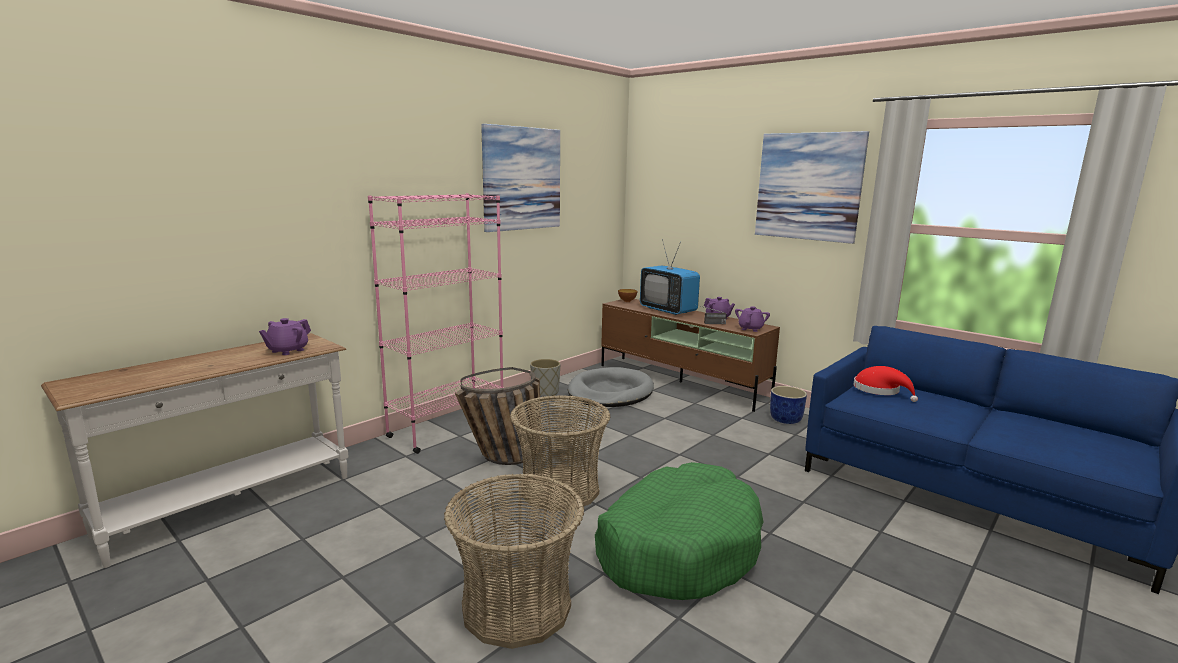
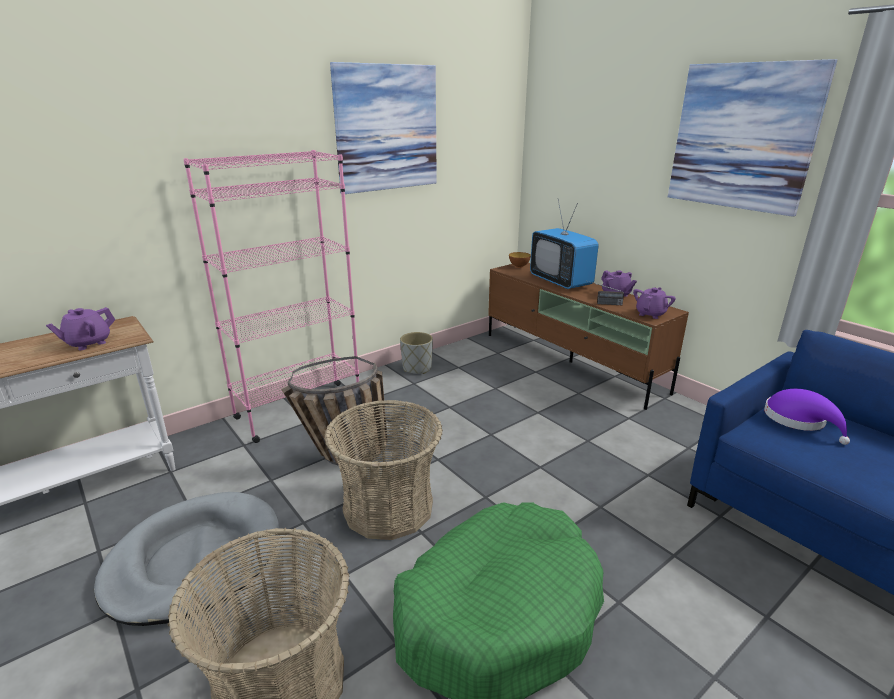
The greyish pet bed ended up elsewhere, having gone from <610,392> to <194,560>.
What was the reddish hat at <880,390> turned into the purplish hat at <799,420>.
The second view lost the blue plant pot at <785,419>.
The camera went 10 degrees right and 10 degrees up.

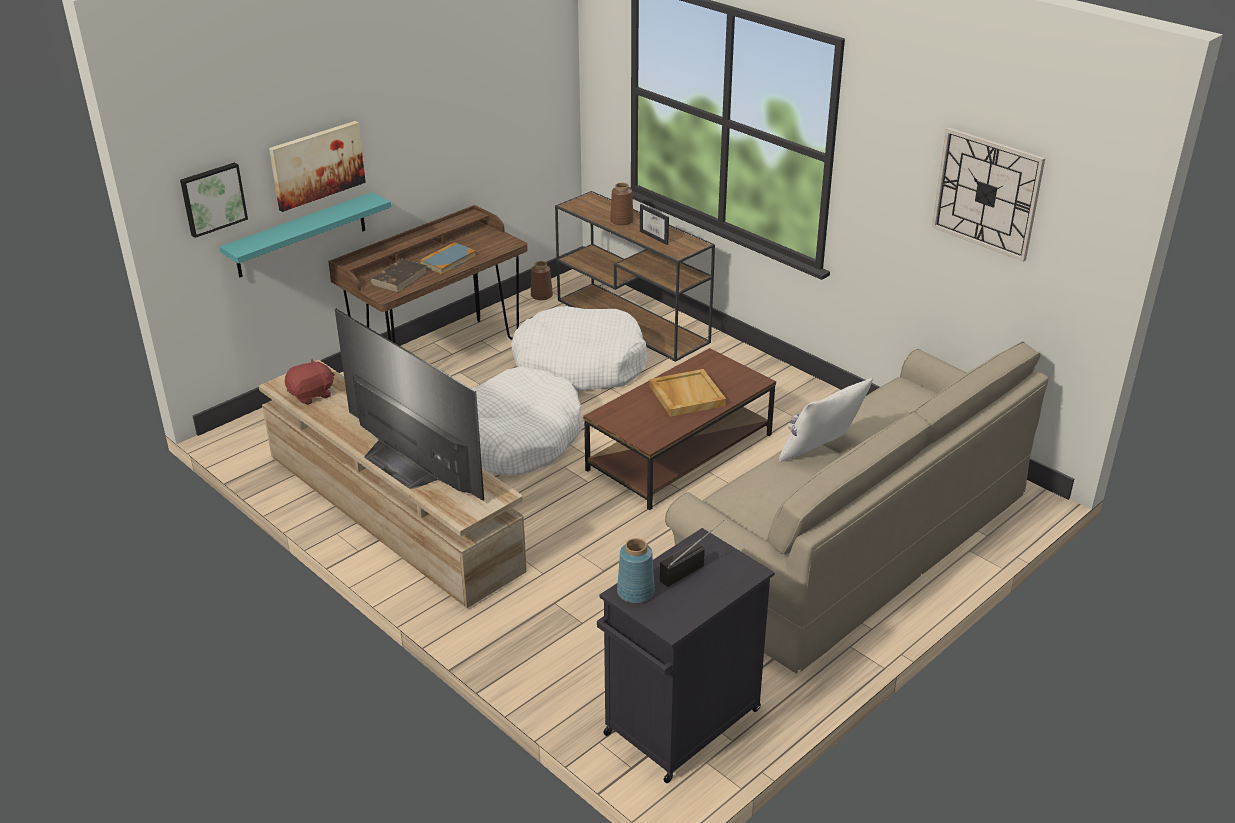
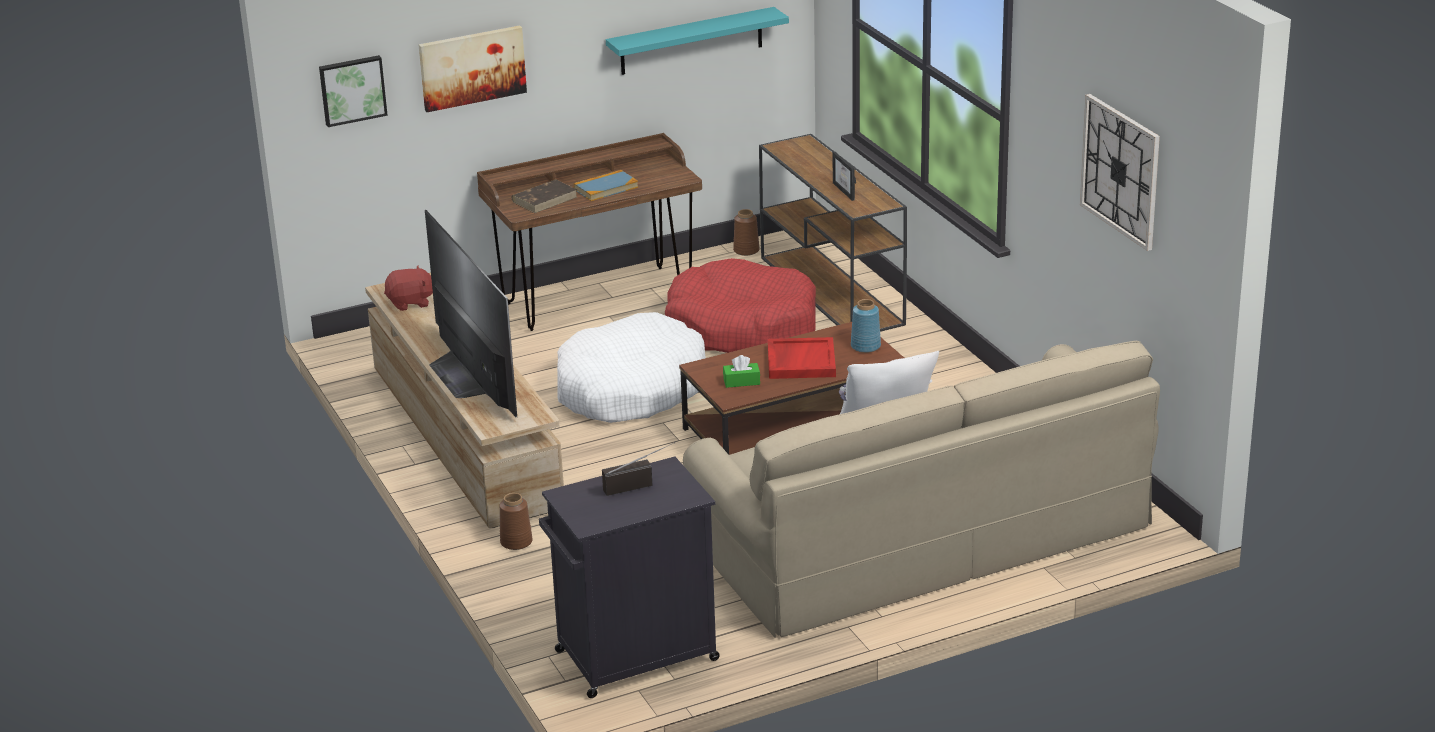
The brown flower vase ended up elsewhere, having gone from <621,221> to <515,542>.
The blue-green shelf ended up elsewhere, having gone from <301,235> to <691,41>.
What was the white pet bed at <579,365> turned into the reddish pet bed at <742,327>.
The second view gained the greenish tissue box at <741,381>.
What was the sand-coloured serving tray at <686,395> turned into the reddish serving tray at <800,361>.
The blue flower vase ended up elsewhere, having gone from <636,592> to <865,346>.
The camera went 20 degrees right and 5 degrees down.

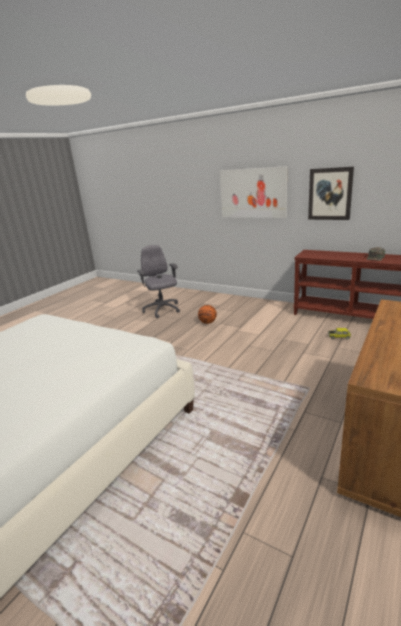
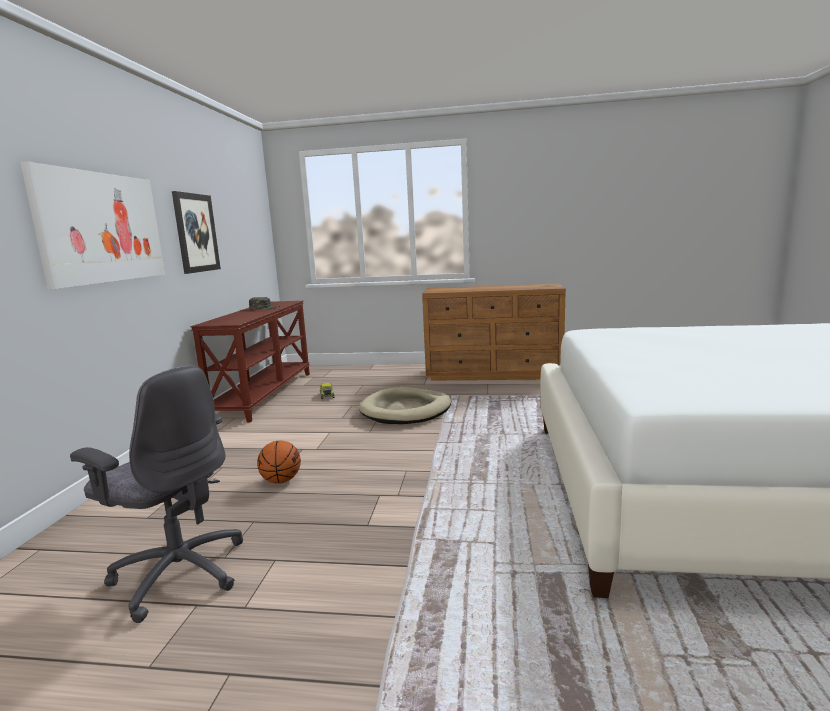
The greyish desk chair at <162,310> ended up facing another way, 105 degrees counterclockwise from before.
The second view gained the sand-coloured pet bed at <406,410>.
The camera went 115 degrees left and 10 degrees down.

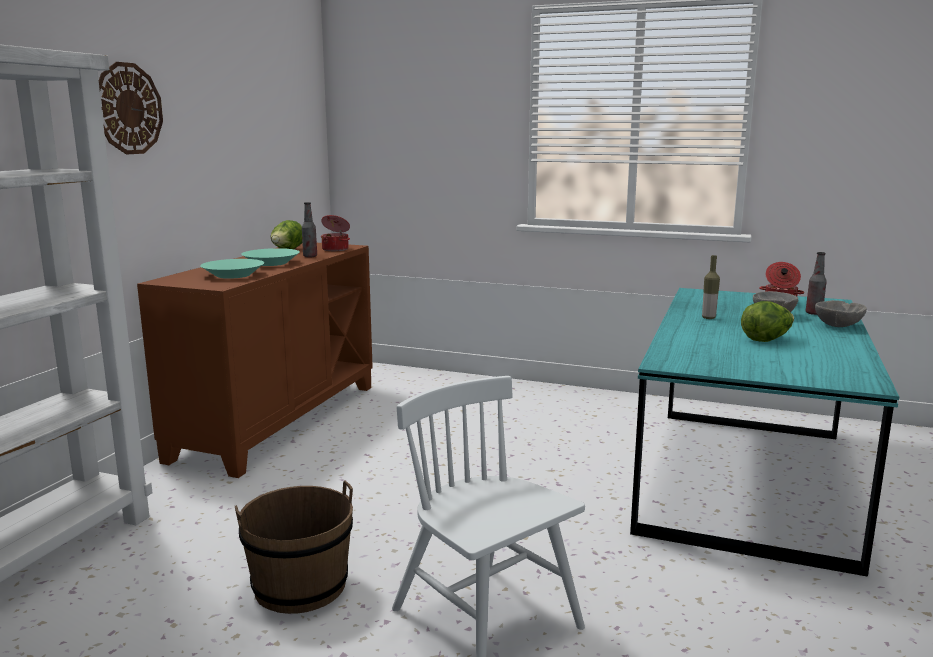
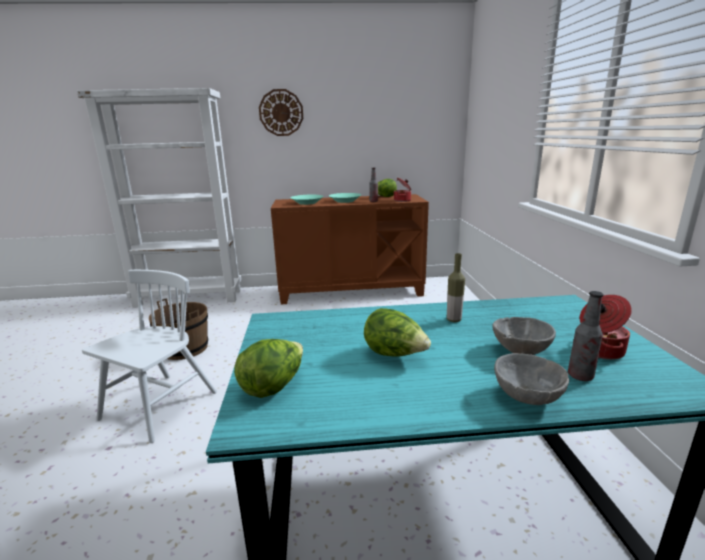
The second view gained the lettuce at <273,386>.
The camera went 65 degrees right and 5 degrees up.

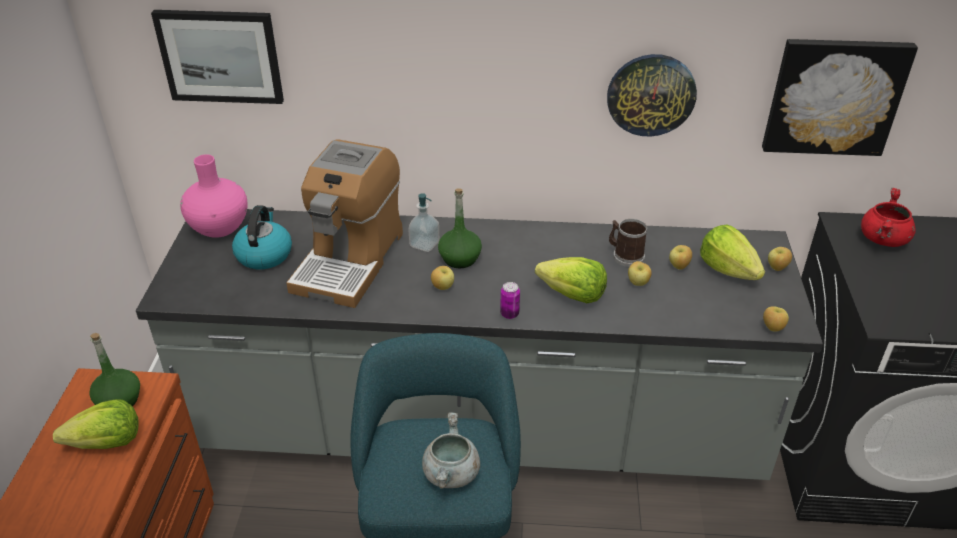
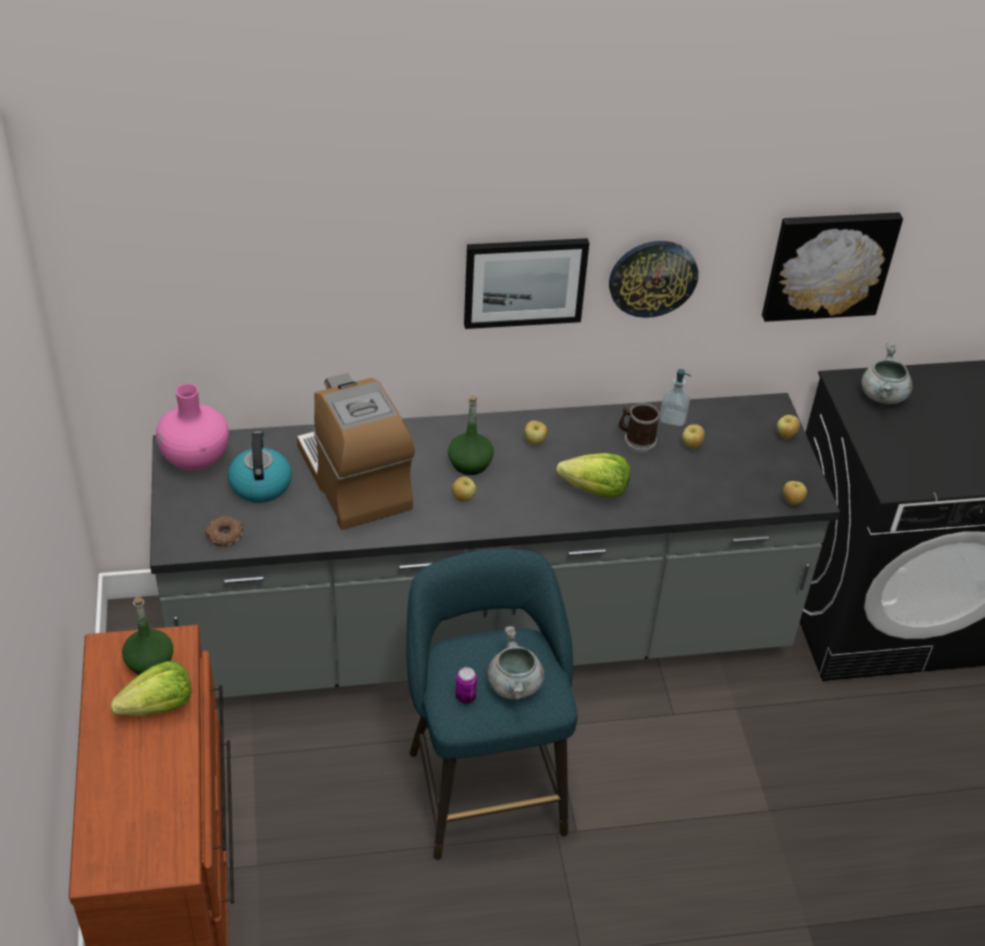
The second view gained the ring doughnut at <224,536>.
The coffee maker at <349,260> ended up facing another way, 150 degrees clockwise from before.
The metal can ended up elsewhere, having gone from <509,314> to <465,697>.
The wall picture ended up elsewhere, having gone from <220,56> to <524,281>.
The whole apple ended up elsewhere, having gone from <638,283> to <535,441>.
The soap dispenser ended up elsewhere, having gone from <424,244> to <672,418>.
What was the reddish saucepot at <883,239> turned into the greyish saucepot at <883,396>.
The second view lost the lettuce at <728,269>.
The camera went 15 degrees left and 5 degrees up.

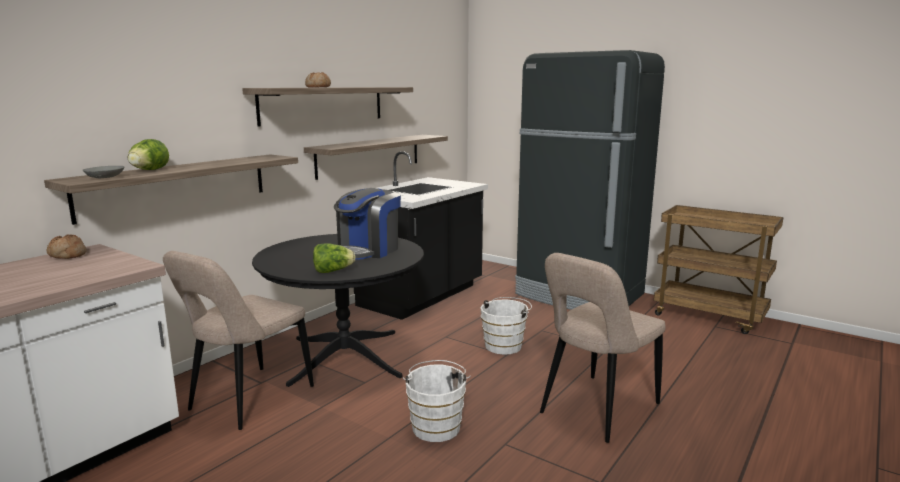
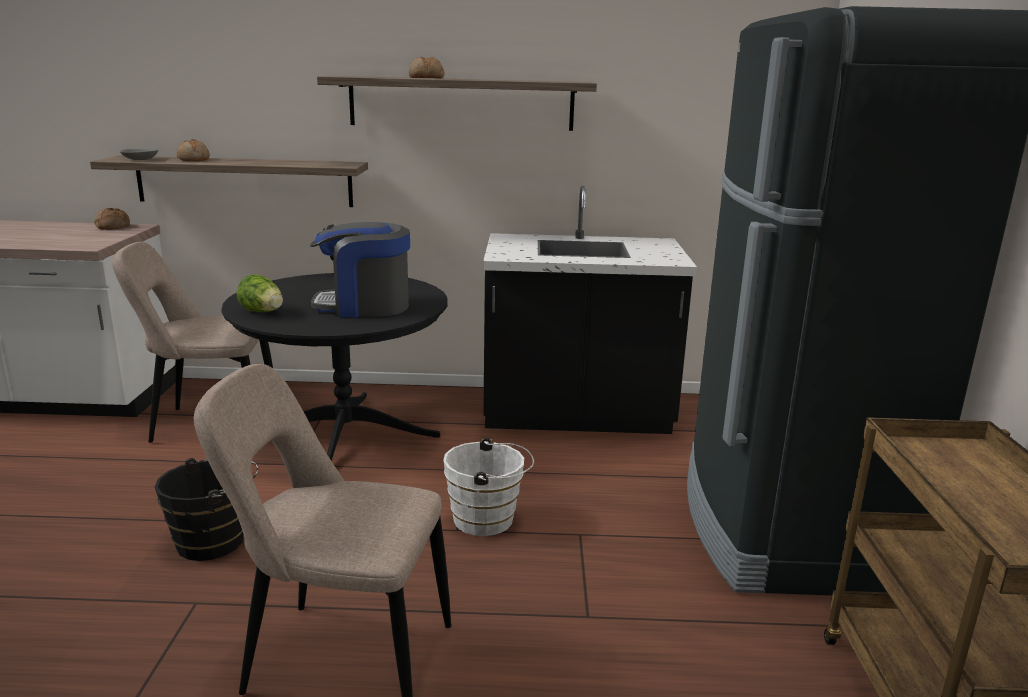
What was the white bucket at <436,425> turned into the black bucket at <216,540>.
Where the lettuce stood at <149,170>, the baked bread came to stand at <194,159>.
The second view lost the shelf at <370,155>.
The camera went 55 degrees right and 5 degrees up.

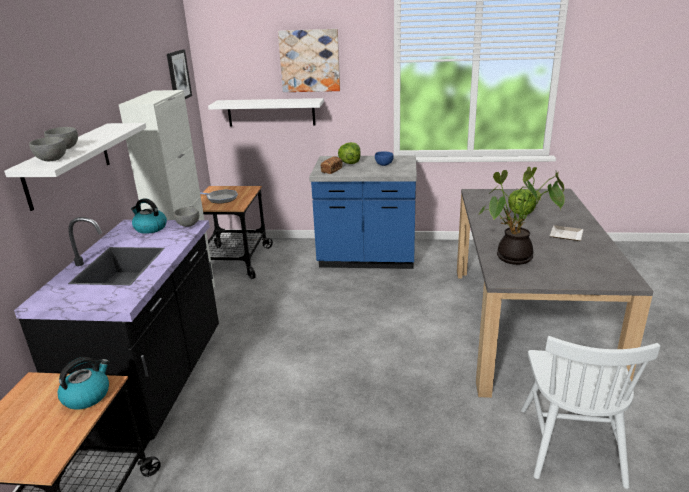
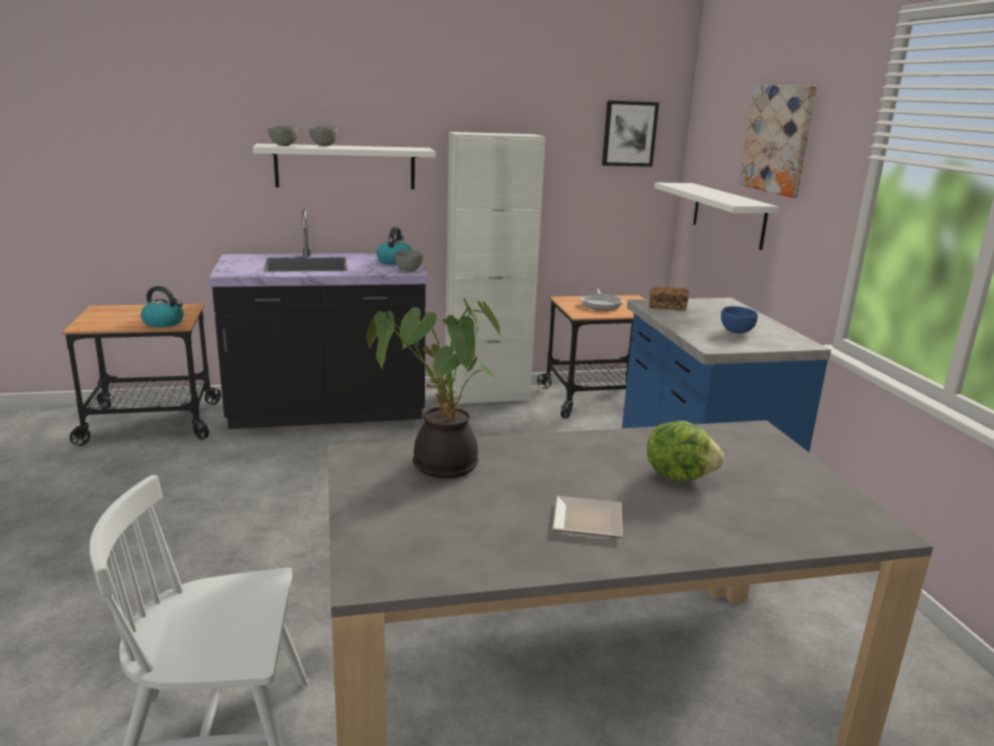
The second view lost the lettuce at <350,163>.
The camera went 70 degrees right and 5 degrees down.

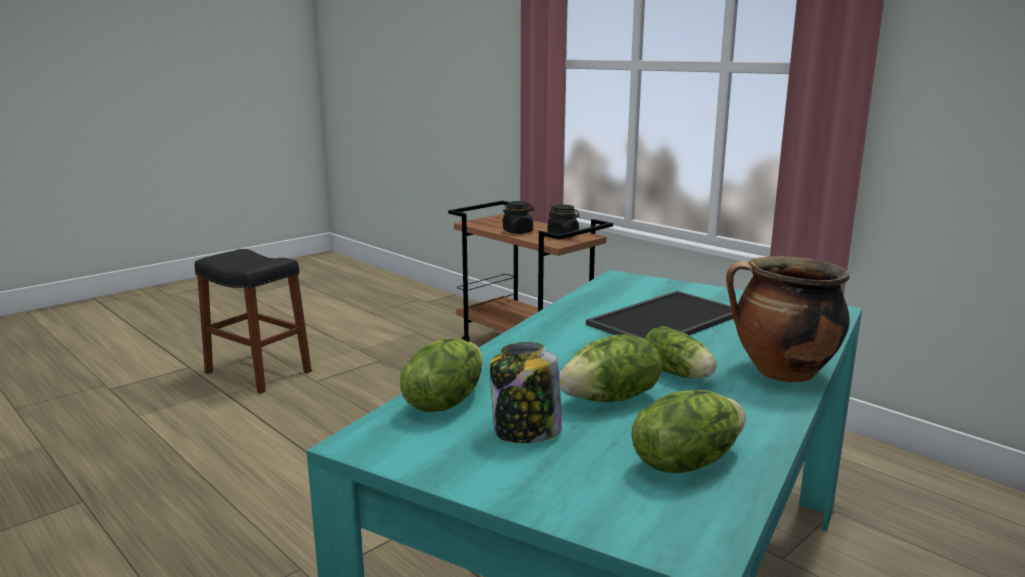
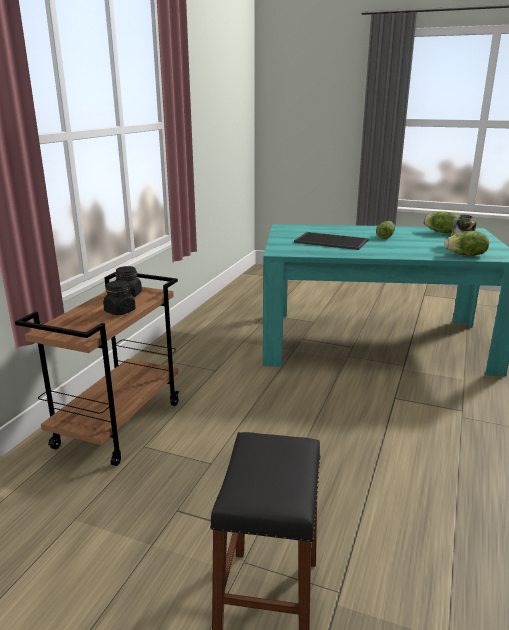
The second view lost the lettuce at <611,399>.
The second view lost the saucepot at <781,373>.
The camera went 115 degrees left and 5 degrees up.

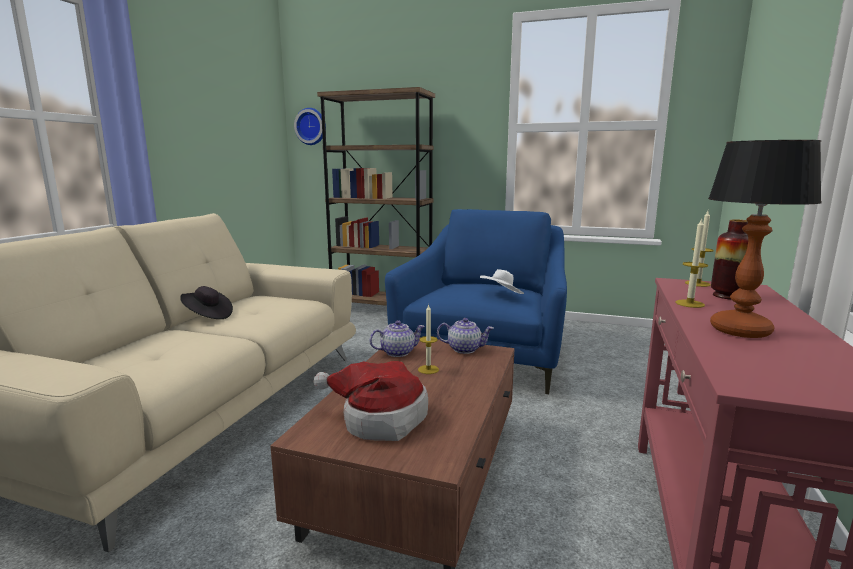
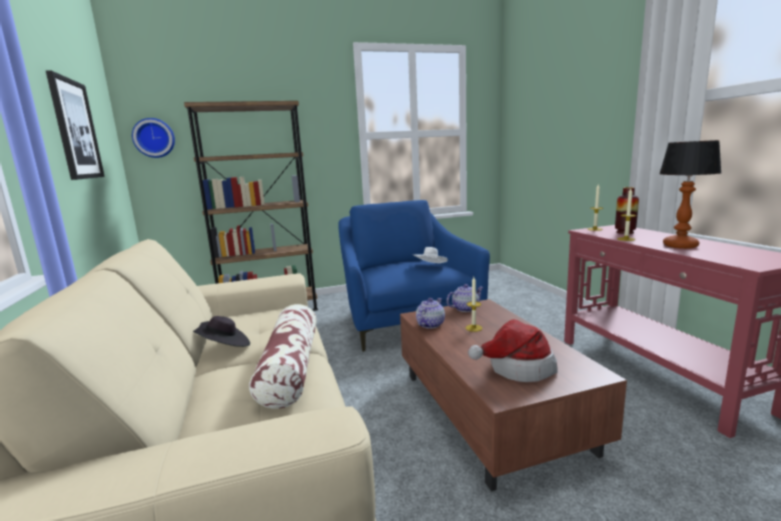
The second view gained the wall picture at <75,129>.
The second view gained the cushion at <291,367>.
The camera went 35 degrees left and 0 degrees up.

